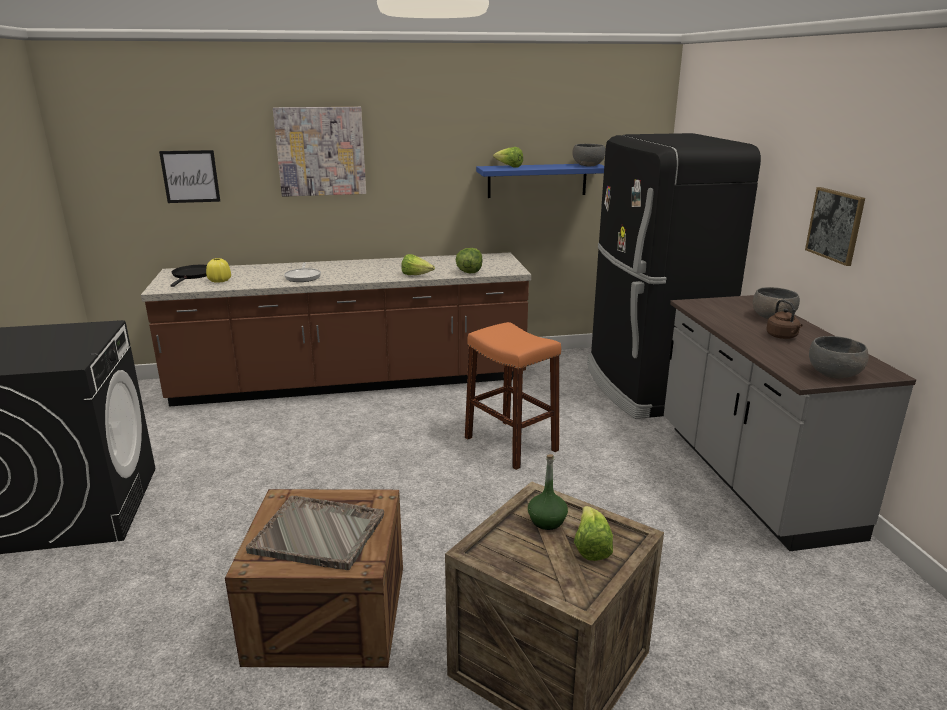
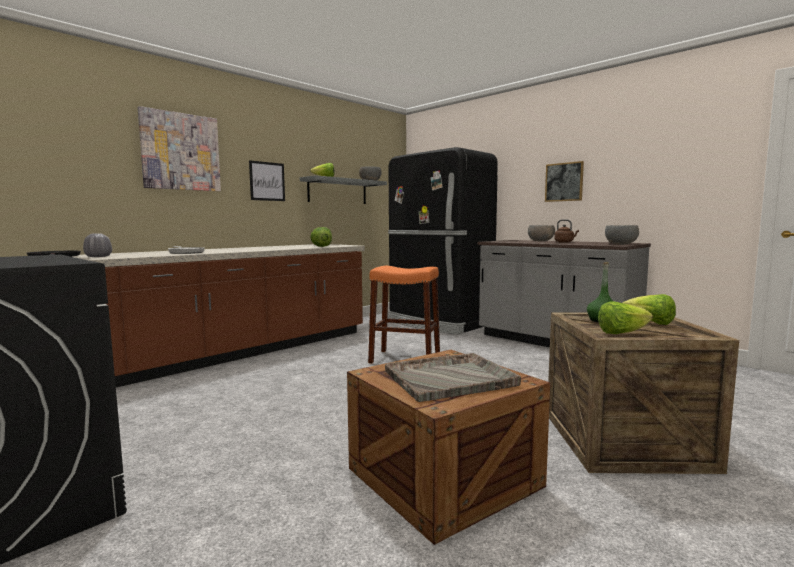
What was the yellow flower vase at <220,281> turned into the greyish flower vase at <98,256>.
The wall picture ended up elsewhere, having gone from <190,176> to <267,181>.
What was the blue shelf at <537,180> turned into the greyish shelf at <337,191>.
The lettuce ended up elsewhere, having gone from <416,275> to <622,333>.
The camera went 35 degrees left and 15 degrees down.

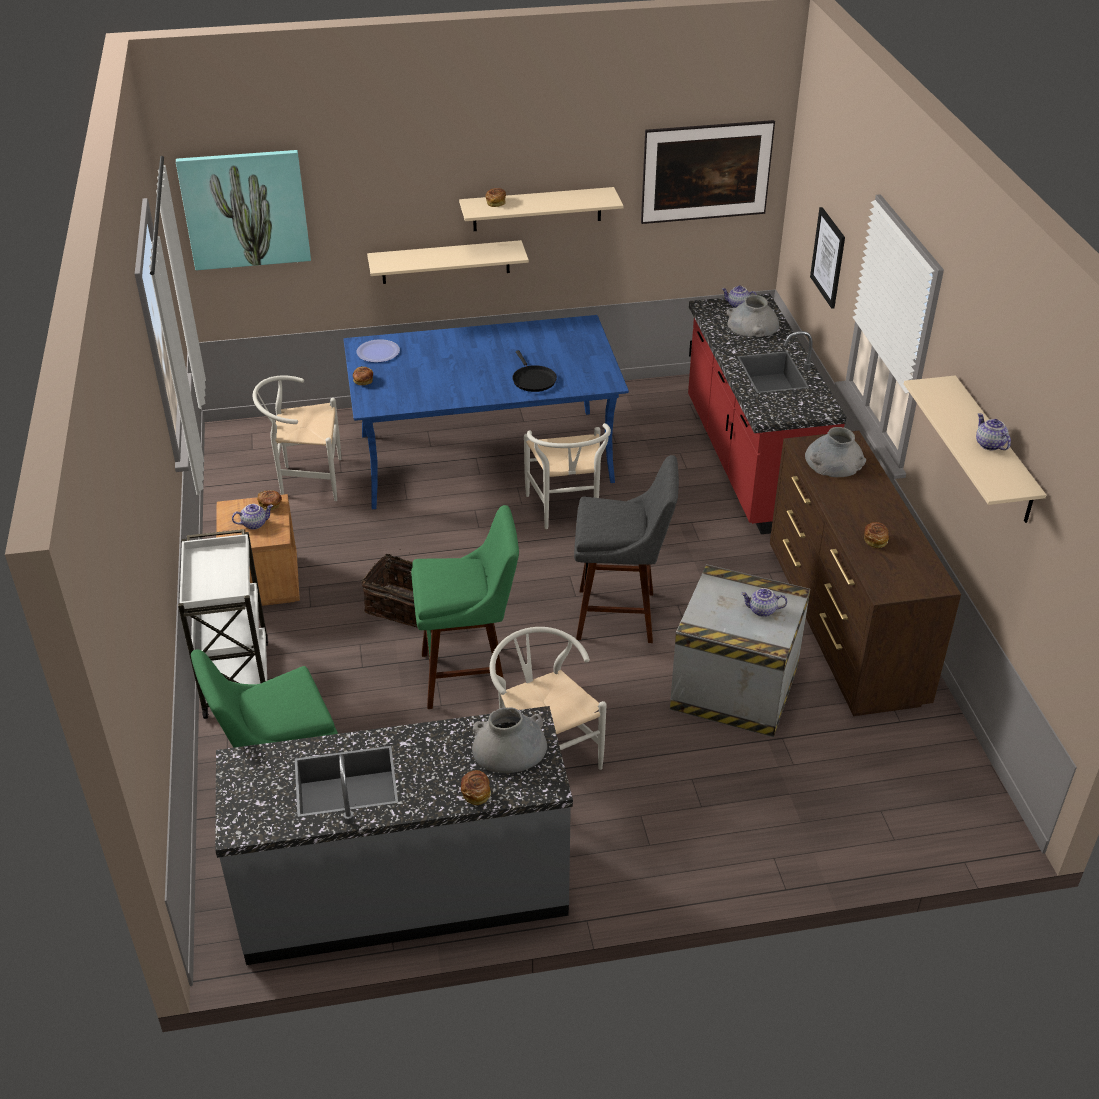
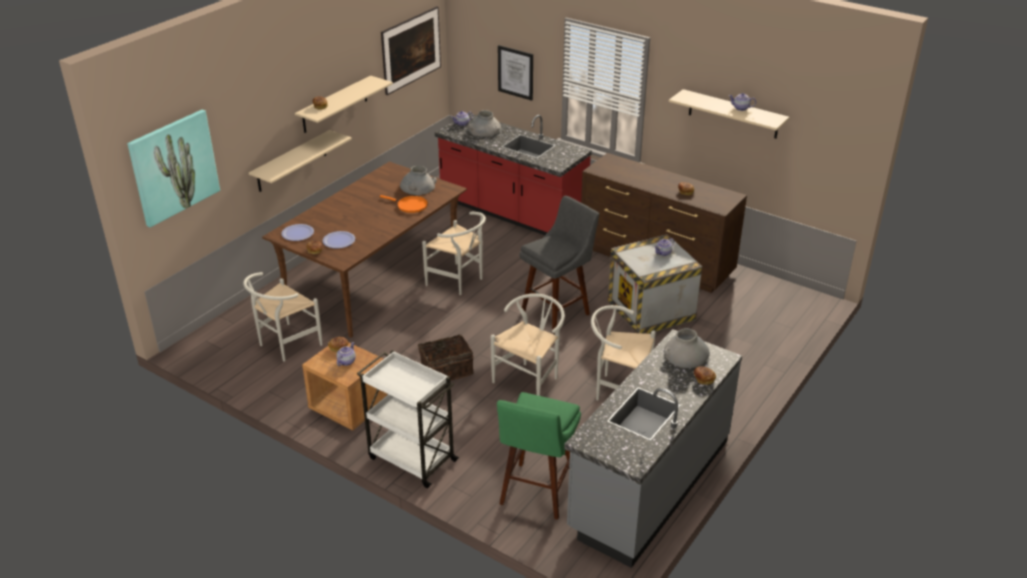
What was the blue kitchen table at <485,459> turned into the brown kitchen table at <374,280>.
The second view gained the flat dish at <339,241>.
What was the black pan at <533,380> turned into the orange-coloured pan at <410,206>.
The greyish flower vase ended up elsewhere, having gone from <834,461> to <418,186>.
Where the greenish stool seat stood at <470,676>, the white upright chair came to stand at <530,380>.
The camera went 45 degrees left and 5 degrees down.

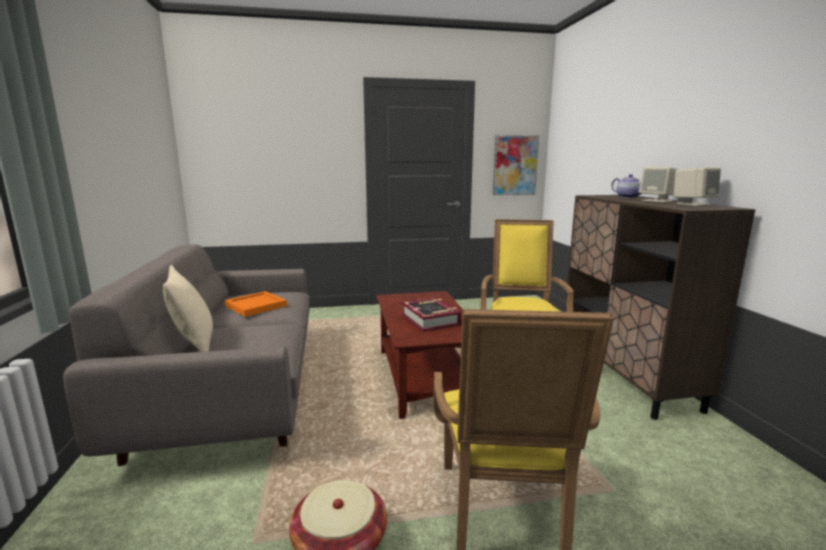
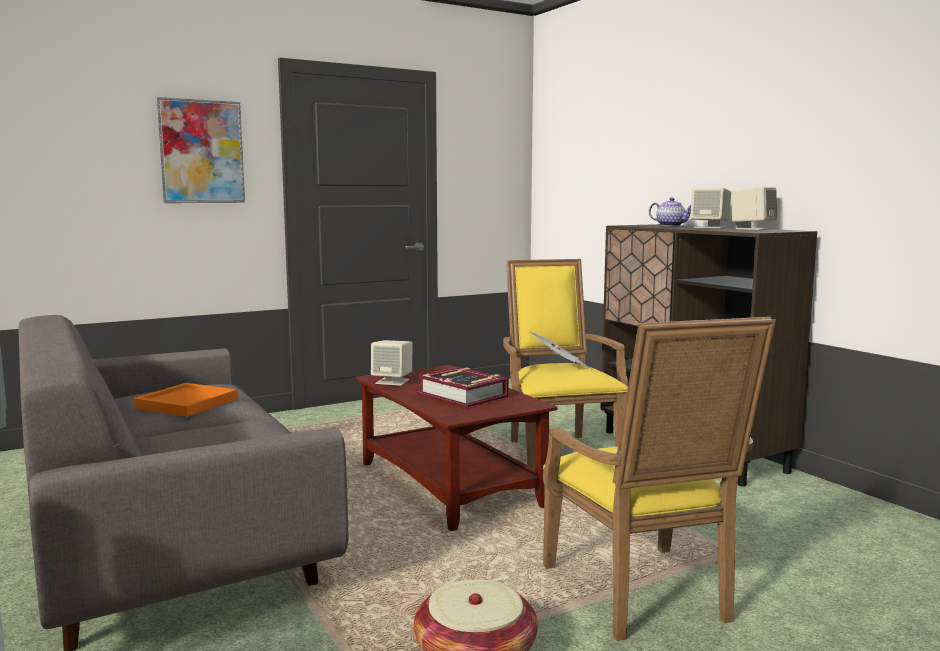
The wall picture ended up elsewhere, having gone from <515,165> to <202,152>.
The second view gained the sand-coloured loudspeaker at <393,381>.
The second view gained the printed paper at <560,366>.
The second view lost the sand-coloured cushion at <194,344>.
The camera went 20 degrees left and 5 degrees down.

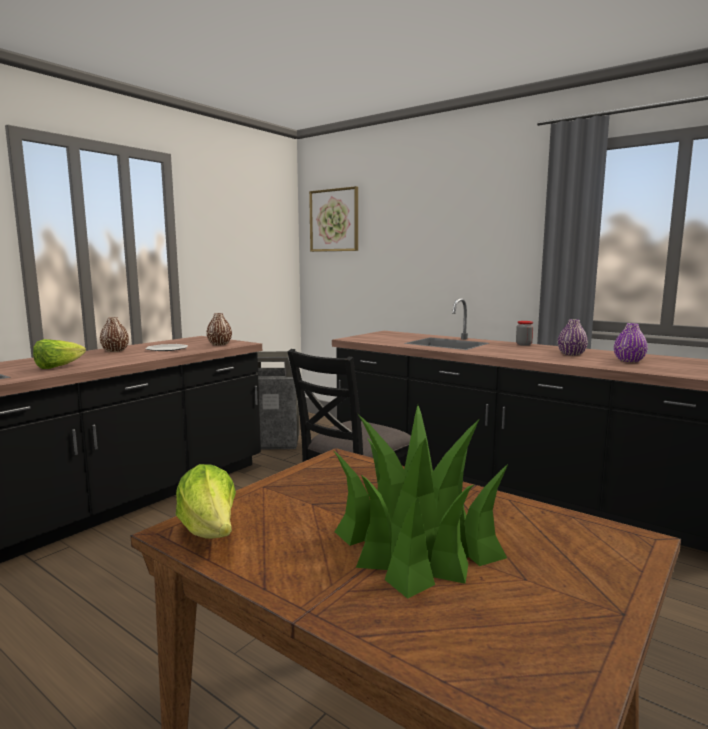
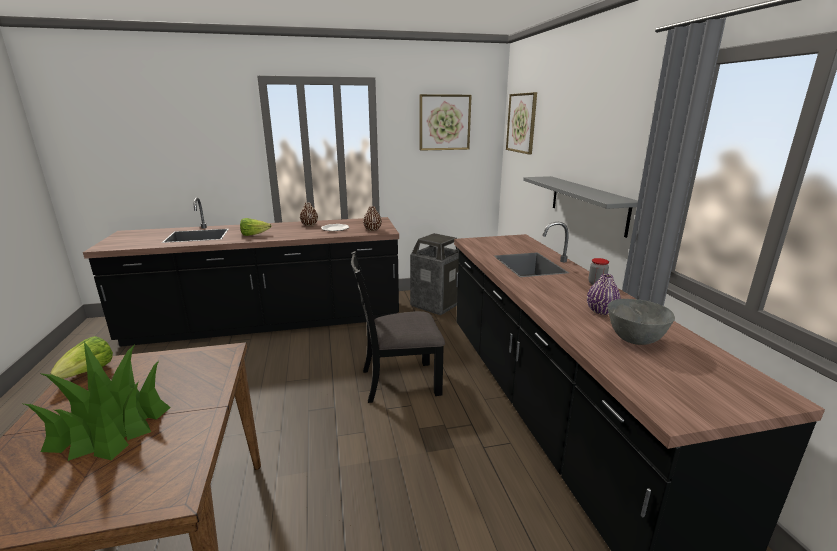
The second view gained the wall picture at <444,122>.
The second view gained the greyish shelf at <587,204>.
Where the purplish flower vase stood at <629,361>, the greyish bowl came to stand at <635,340>.
The camera went 40 degrees right and 10 degrees up.

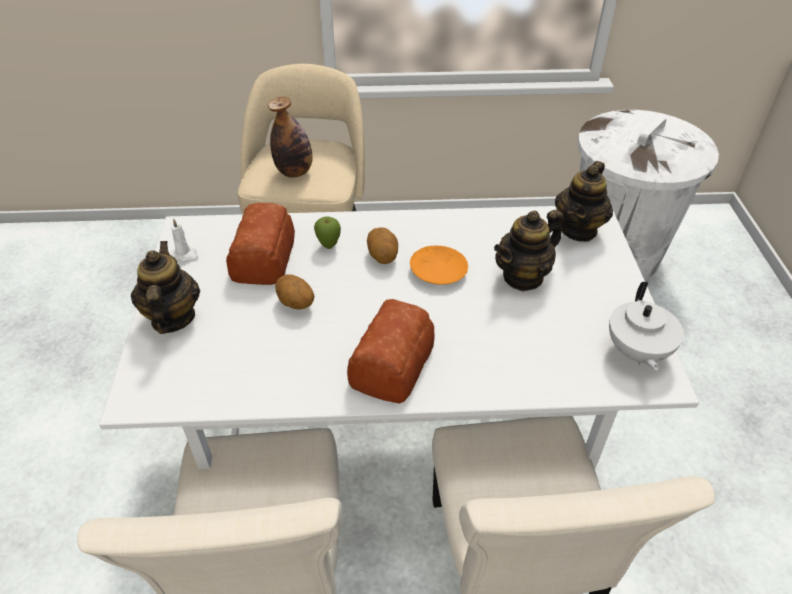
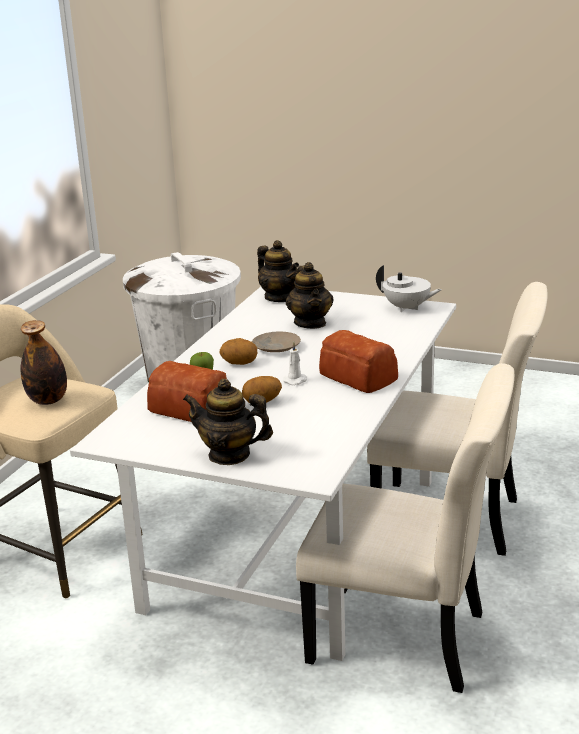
What was the orange-coloured flat dish at <438,270> turned into the sand-coloured flat dish at <276,347>.
The white wax light ended up elsewhere, having gone from <185,256> to <296,380>.
The camera went 65 degrees left and 20 degrees down.

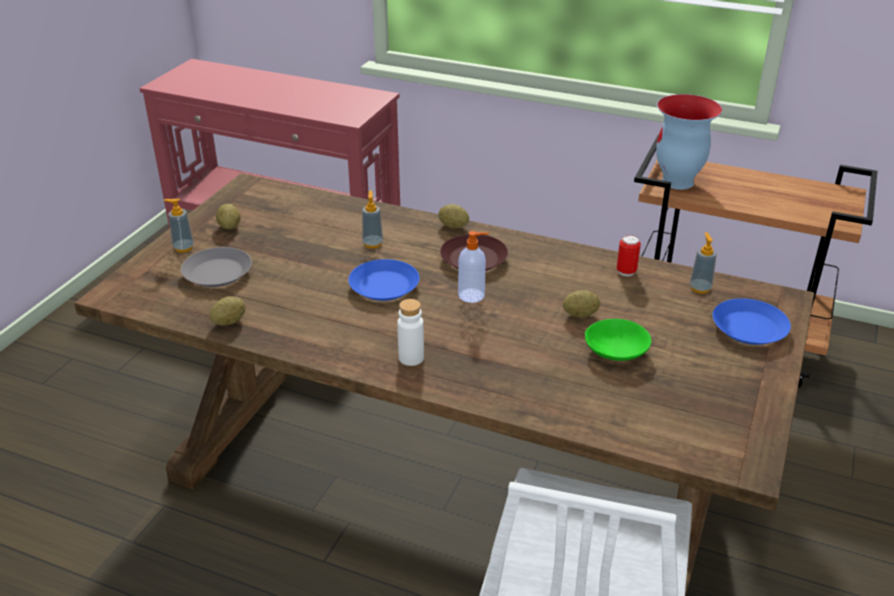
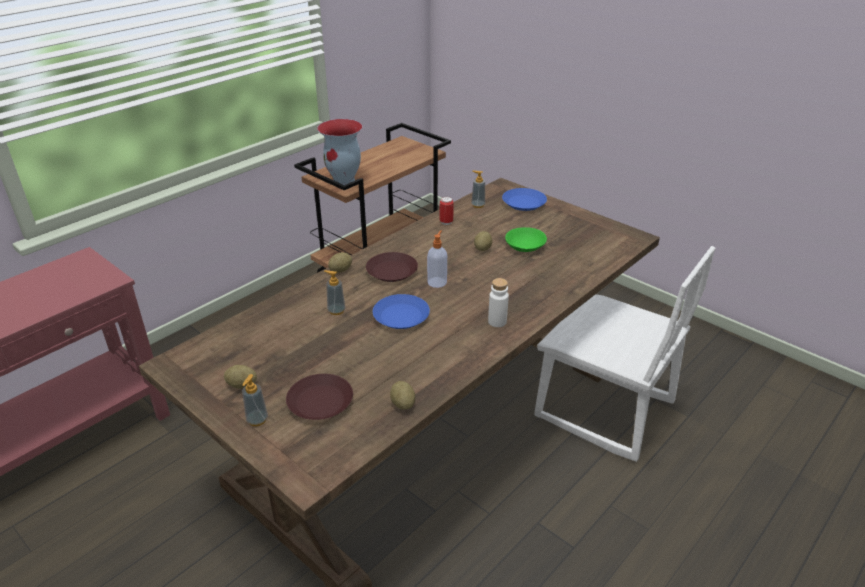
What was the greyish flat dish at <217,273> turned into the brown flat dish at <319,402>.
The camera went 70 degrees left and 0 degrees up.

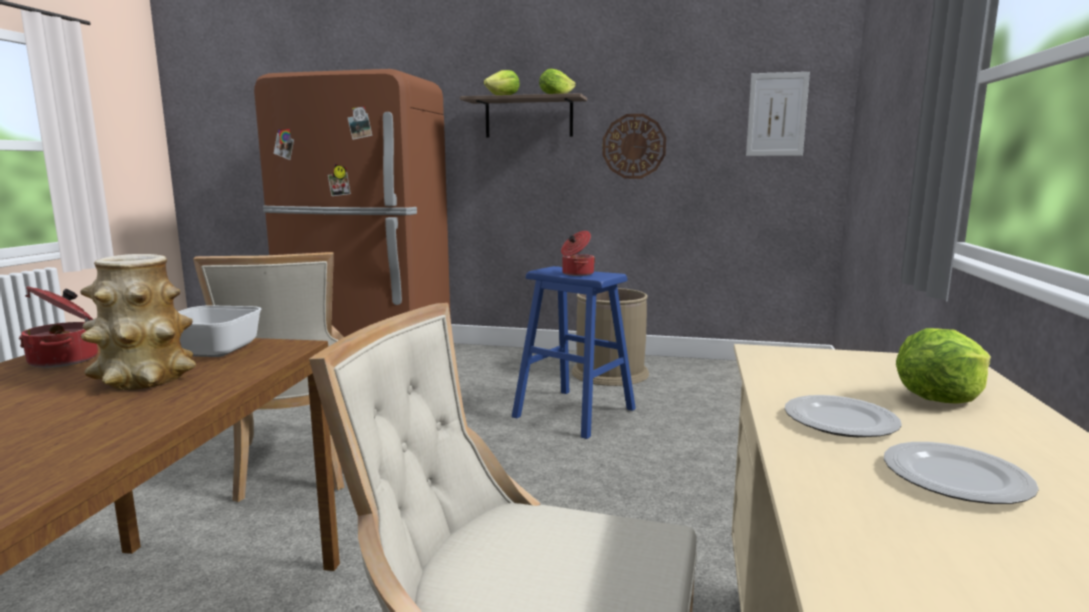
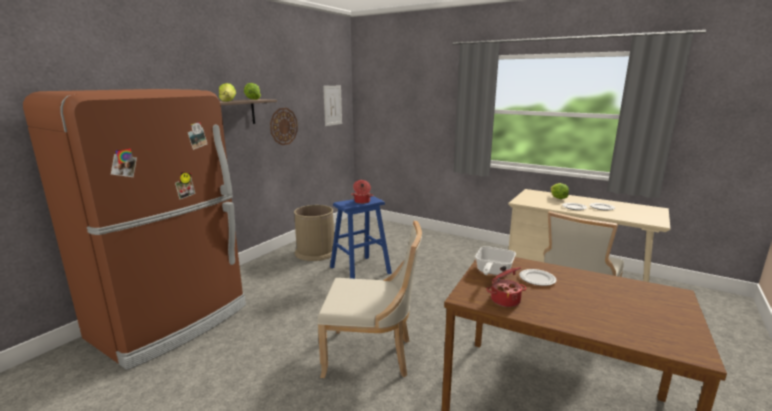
Where the flower vase stood at <144,380>, the flat dish came to stand at <537,279>.
The camera went 70 degrees left and 5 degrees up.

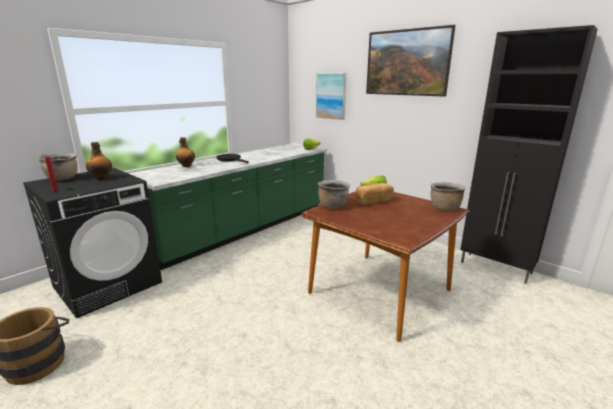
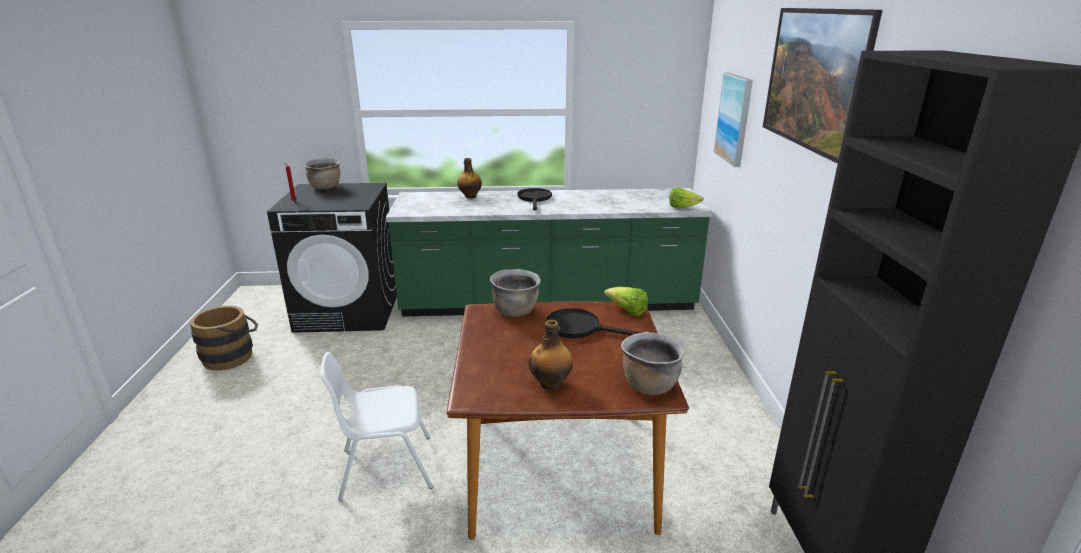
The second view gained the white upright chair at <385,467>.
The bottle ended up elsewhere, having gone from <102,178> to <551,383>.
Where the baked bread stood at <374,202>, the black pan came to stand at <580,328>.
The camera went 45 degrees right and 5 degrees up.

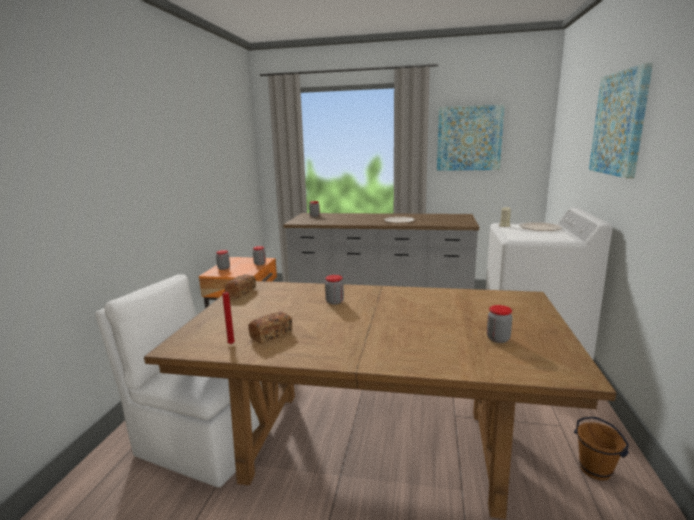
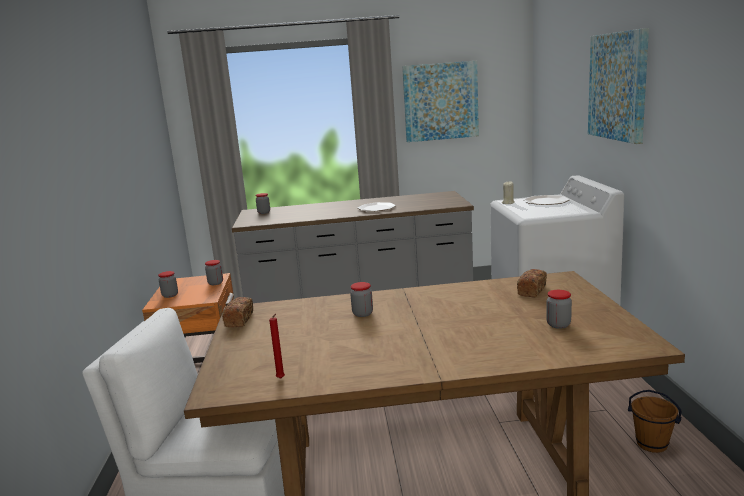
The baked bread ended up elsewhere, having gone from <271,334> to <531,290>.
The camera went 15 degrees left and 0 degrees up.

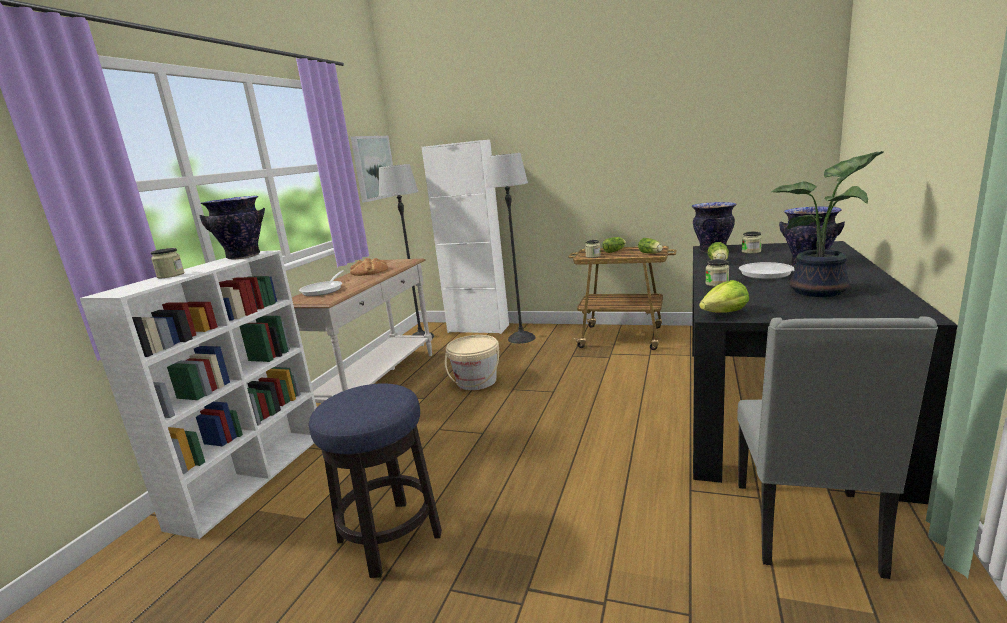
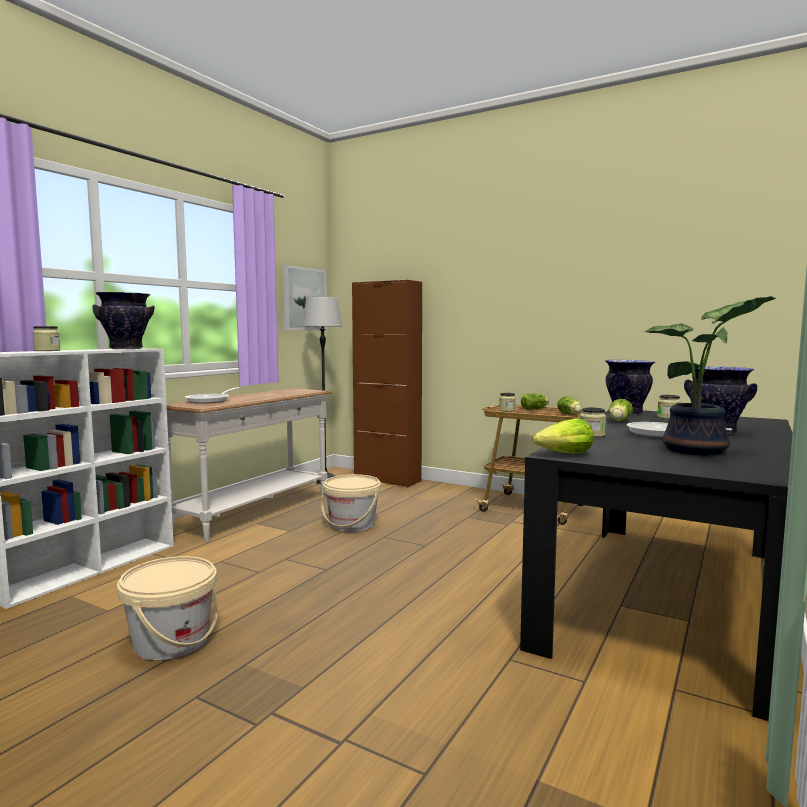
Where the stool seat stood at <389,538>, the sand-coloured bucket came to stand at <171,641>.
What was the white storage cabinet at <478,329> turned into the brown storage cabinet at <387,480>.
The second view lost the baked bread at <369,271>.
The second view lost the floor lamp at <522,338>.
The second view lost the greyish upright chair at <808,529>.
The camera went 10 degrees right and 10 degrees down.

